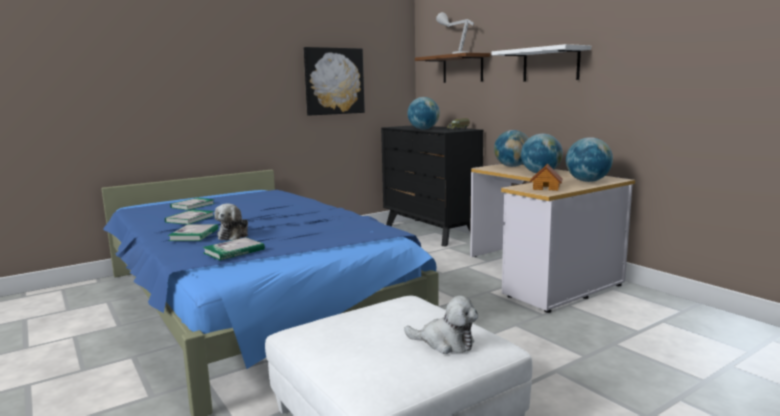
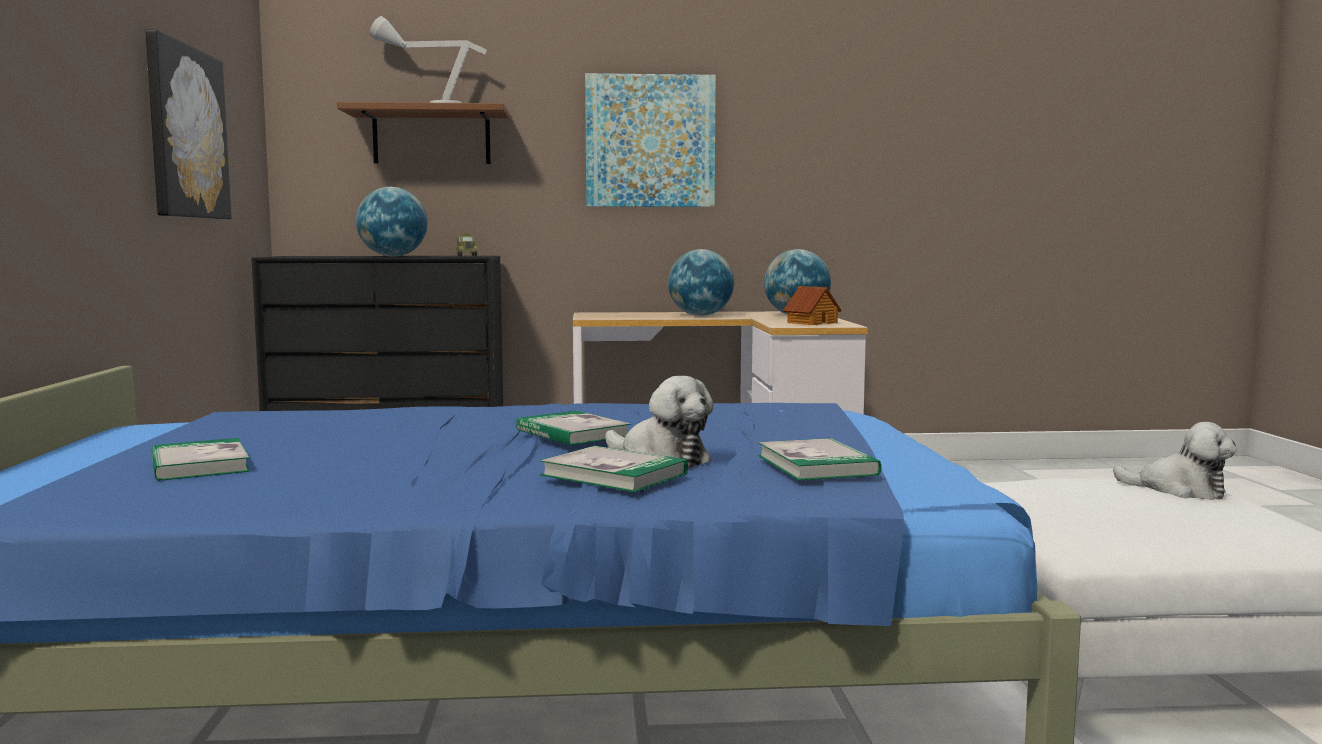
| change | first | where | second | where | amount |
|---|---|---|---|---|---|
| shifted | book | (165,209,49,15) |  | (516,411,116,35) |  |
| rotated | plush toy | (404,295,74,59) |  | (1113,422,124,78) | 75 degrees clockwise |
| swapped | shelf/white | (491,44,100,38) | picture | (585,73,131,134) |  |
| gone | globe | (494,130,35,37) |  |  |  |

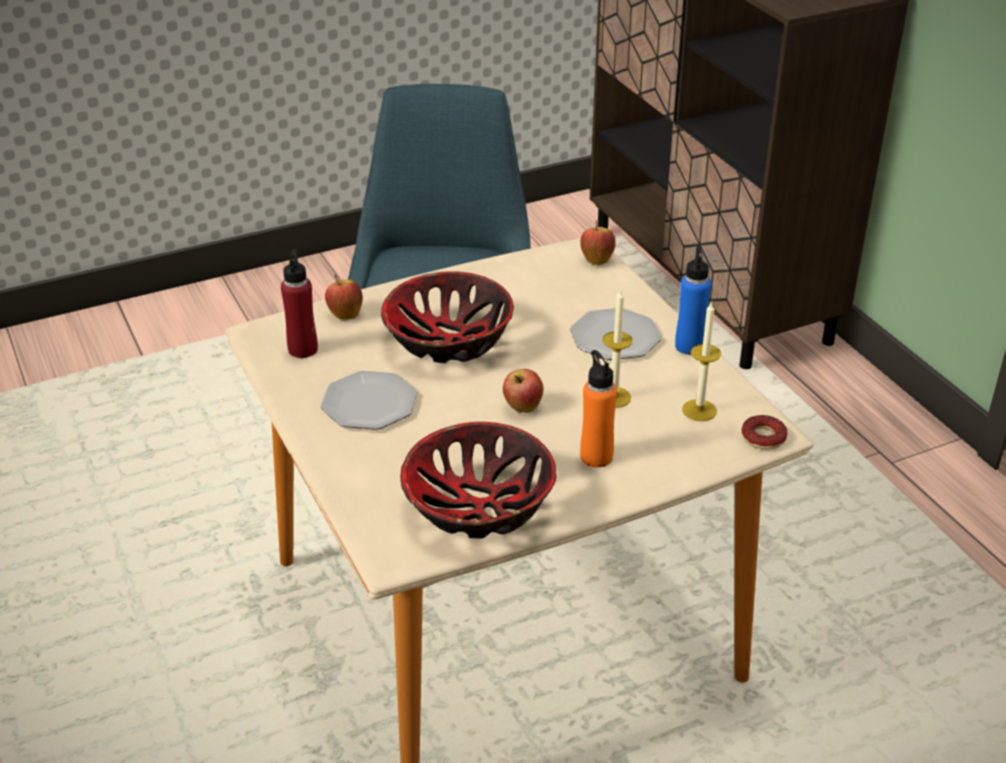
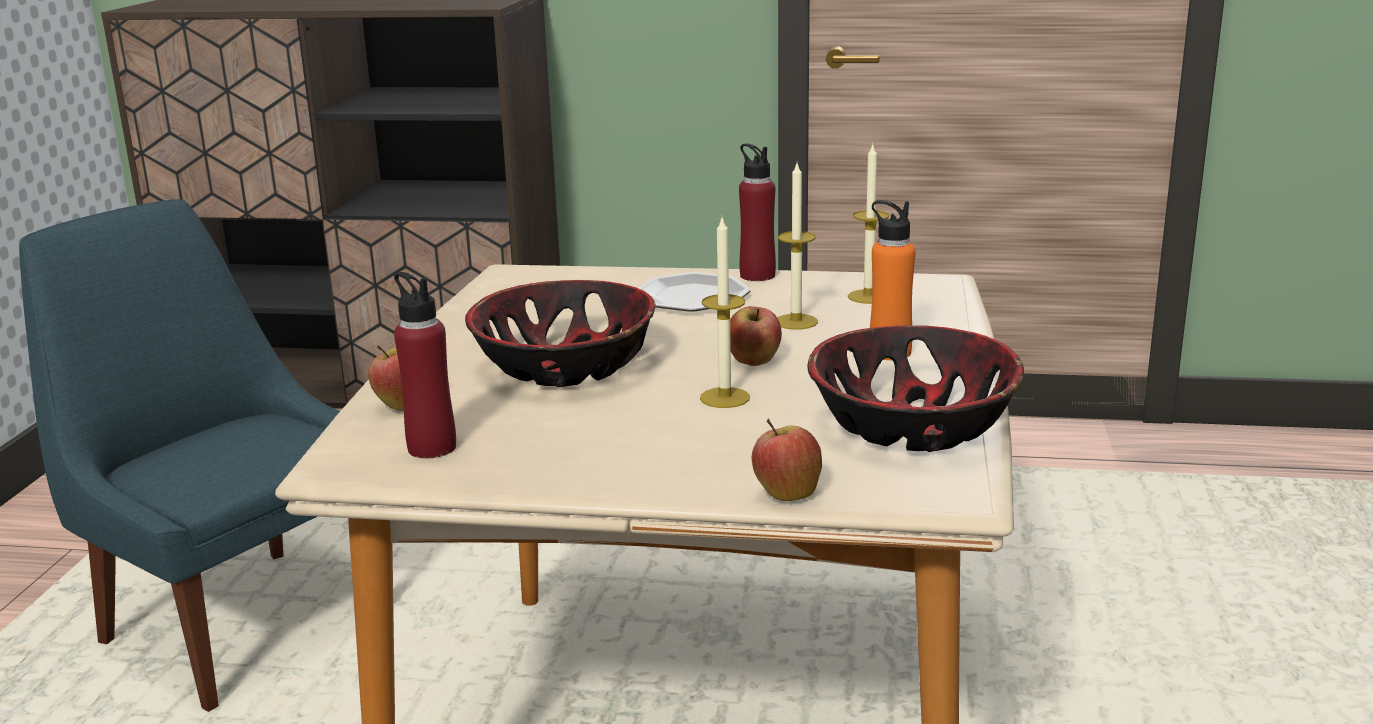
| change | first | where | second | where | amount |
|---|---|---|---|---|---|
| gone | plate | (320,371,97,59) |  |  |  |
| shifted | apple | (580,220,36,45) |  | (752,418,70,83) |  |
| repainted | bottle/blue | (675,246,37,109) | bottle/red | (739,143,37,138) |  |
| gone | donut | (742,415,45,35) |  |  |  |
| new |  |  | candle | (700,218,50,190) |  |

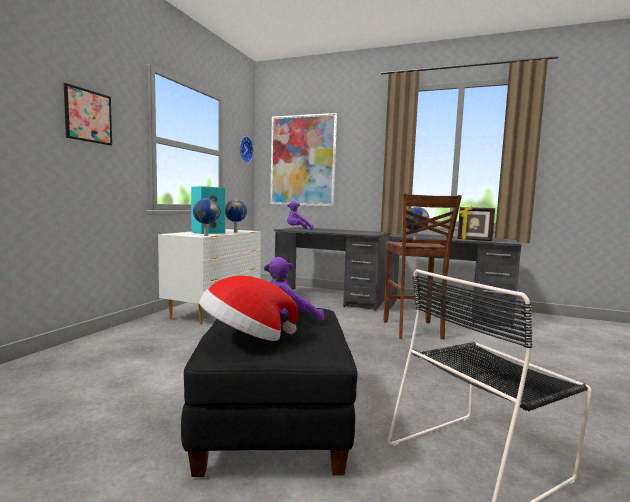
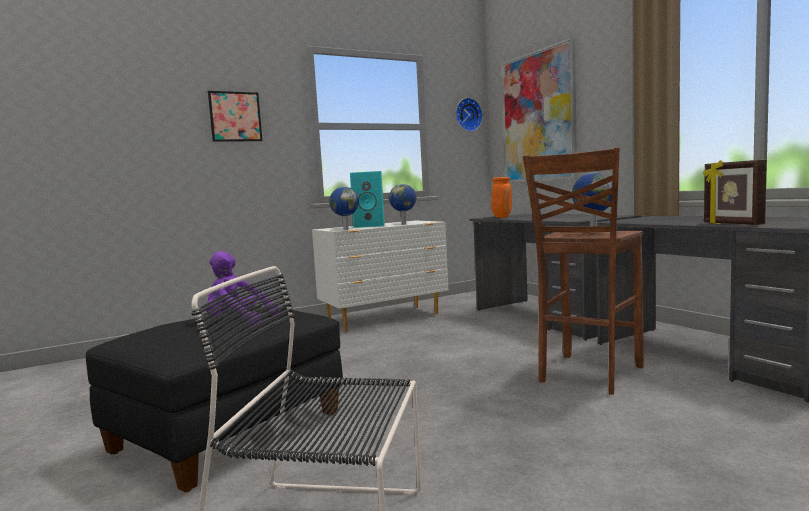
| change | first | where | second | where | amount |
|---|---|---|---|---|---|
| gone | hat | (199,276,99,65) |  |  |  |
| swapped | plush toy/purple | (287,201,27,28) | vase/orange | (491,177,21,41) |  |

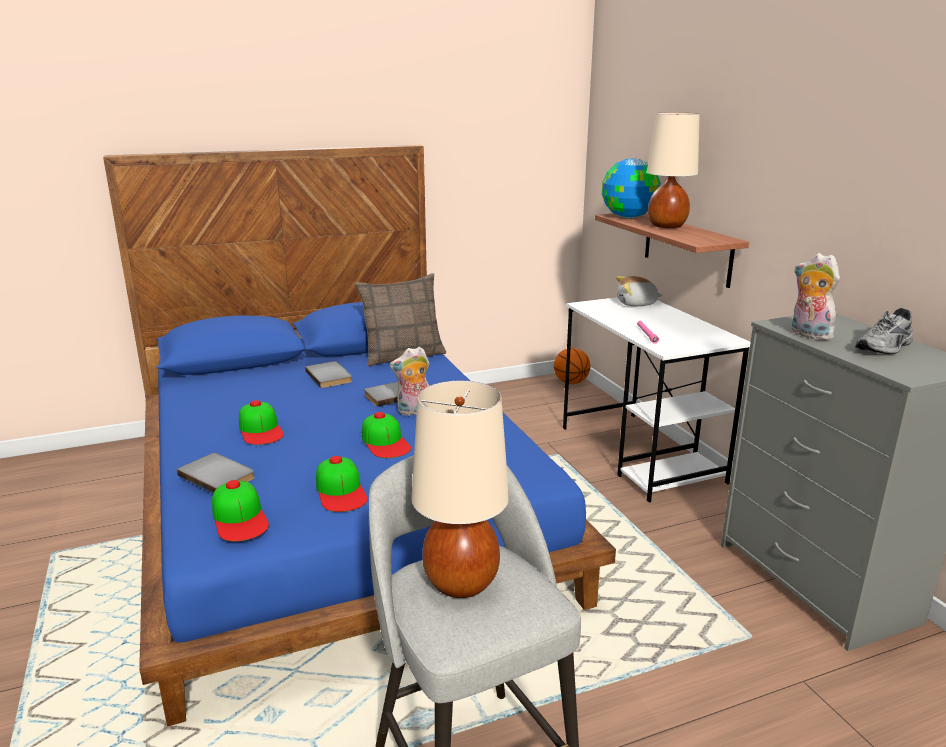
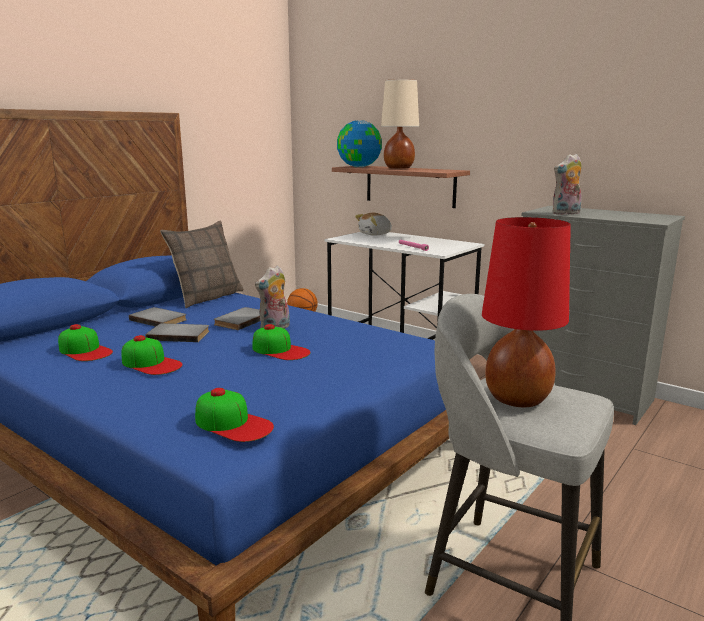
| change | first | where | second | where | amount |
|---|---|---|---|---|---|
| shifted | book/grey | (177,453,78,40) |  | (145,323,64,19) |  |
| shifted | cap | (316,456,52,56) |  | (58,324,55,37) |  |
| repainted | table lamp/beige | (412,381,97,217) | table lamp/red | (482,217,89,190) |  |
| rotated | plush toy | (792,253,48,87) |  | (552,154,30,61) | 45 degrees counterclockwise |
| gone | shoe/grey | (855,308,58,46) |  |  |  |

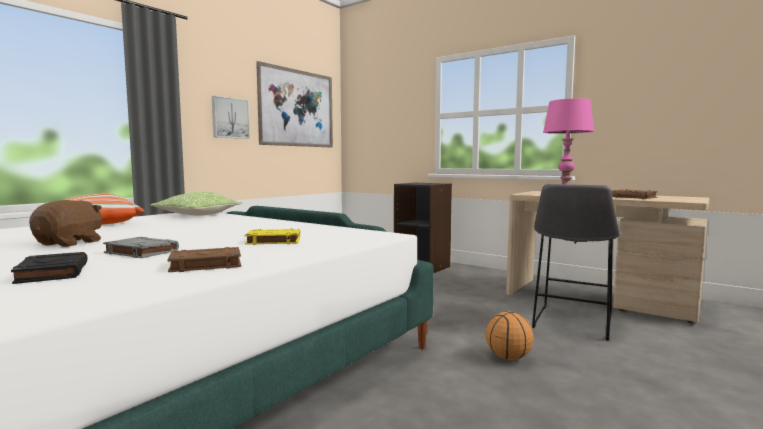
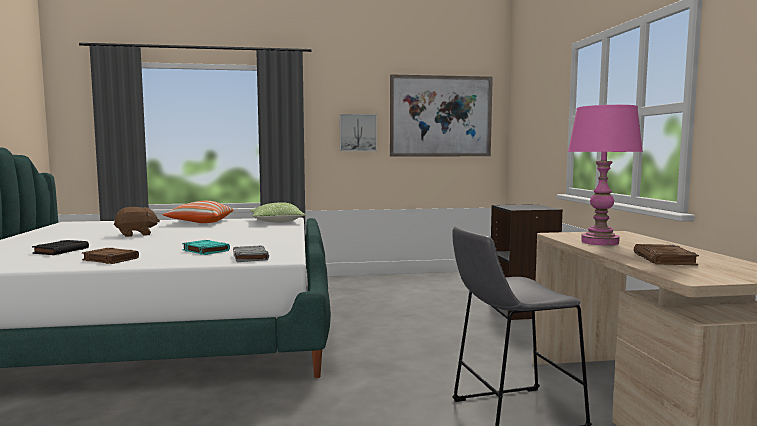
| change | first | where | second | where | amount |
|---|---|---|---|---|---|
| shifted | book/grey | (103,237,76,21) |  | (233,245,36,17) |  |
| repainted | book/yellow | (245,229,55,16) | book/turquoise | (182,240,48,15) |  |
| gone | basketball | (485,311,49,49) |  |  |  |

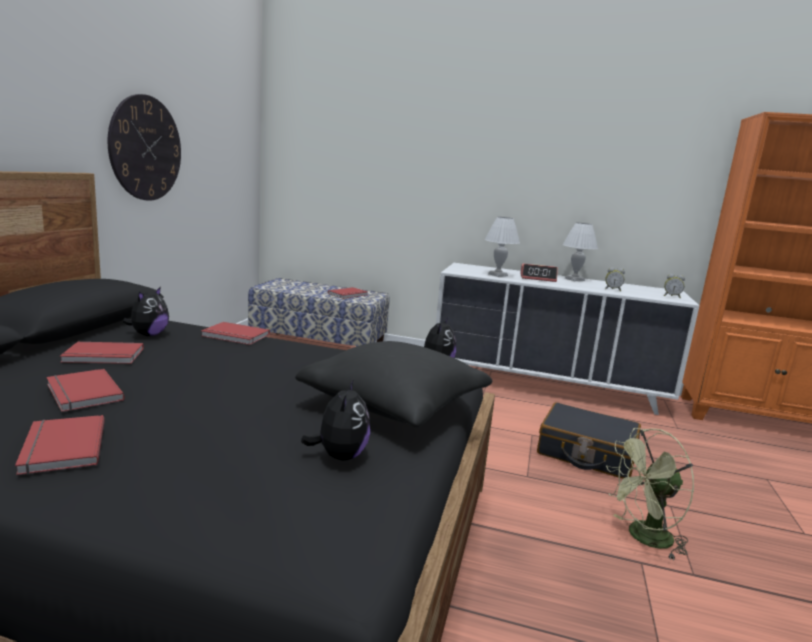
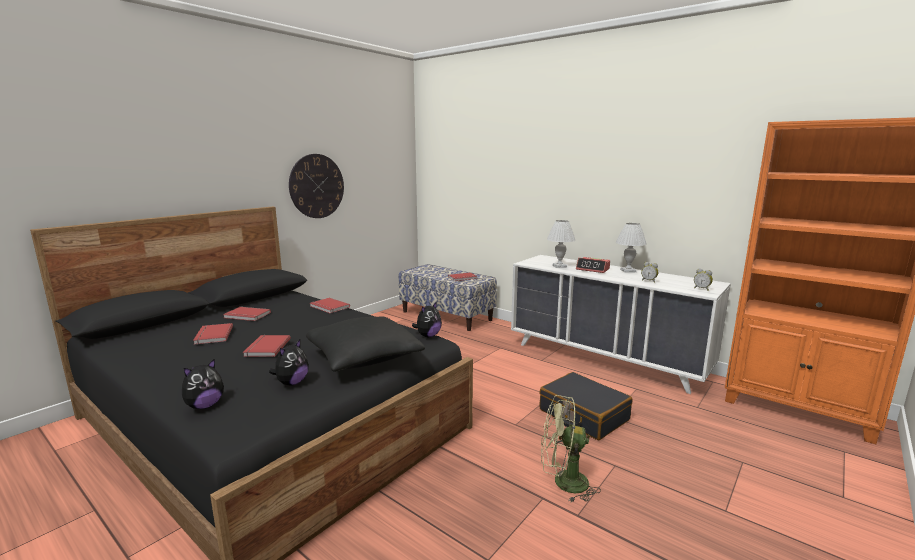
| change | first | where | second | where | amount |
|---|---|---|---|---|---|
| shifted | book/red | (15,415,90,60) |  | (243,335,48,22) |  |
| shifted | plush toy | (123,286,46,50) |  | (182,359,42,50) |  |

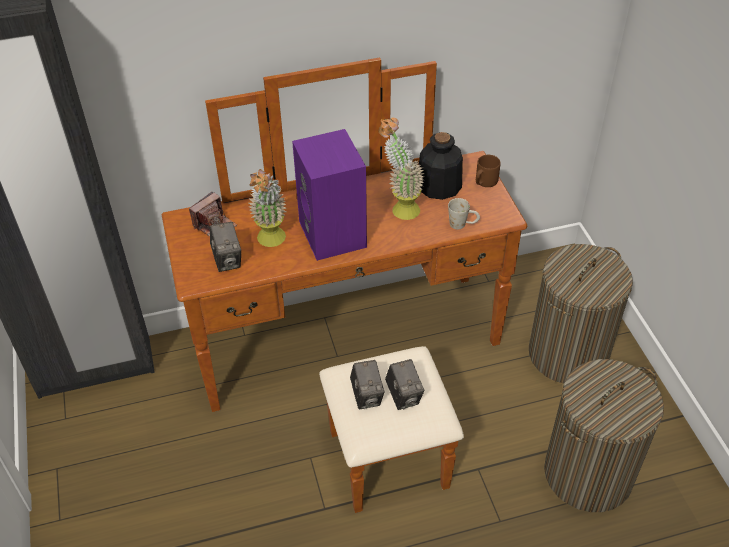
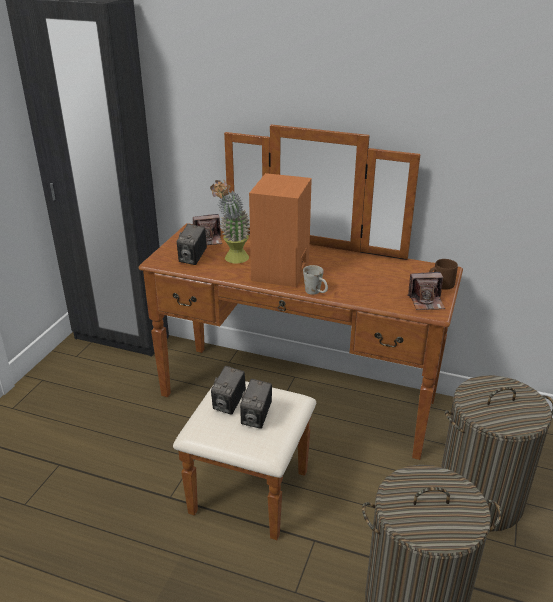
| change | first | where | second | where | amount |
|---|---|---|---|---|---|
| repainted | speaker/purple | (292,129,75,132) | speaker/orange | (249,173,63,114) |  |
| gone | potted plant | (379,117,45,103) |  |  |  |
| gone | bottle | (419,132,44,68) |  |  |  |
| shifted | mug/white | (448,198,32,31) |  | (303,265,25,30) |  |
| new |  |  | photo camera | (408,272,37,38) |  |

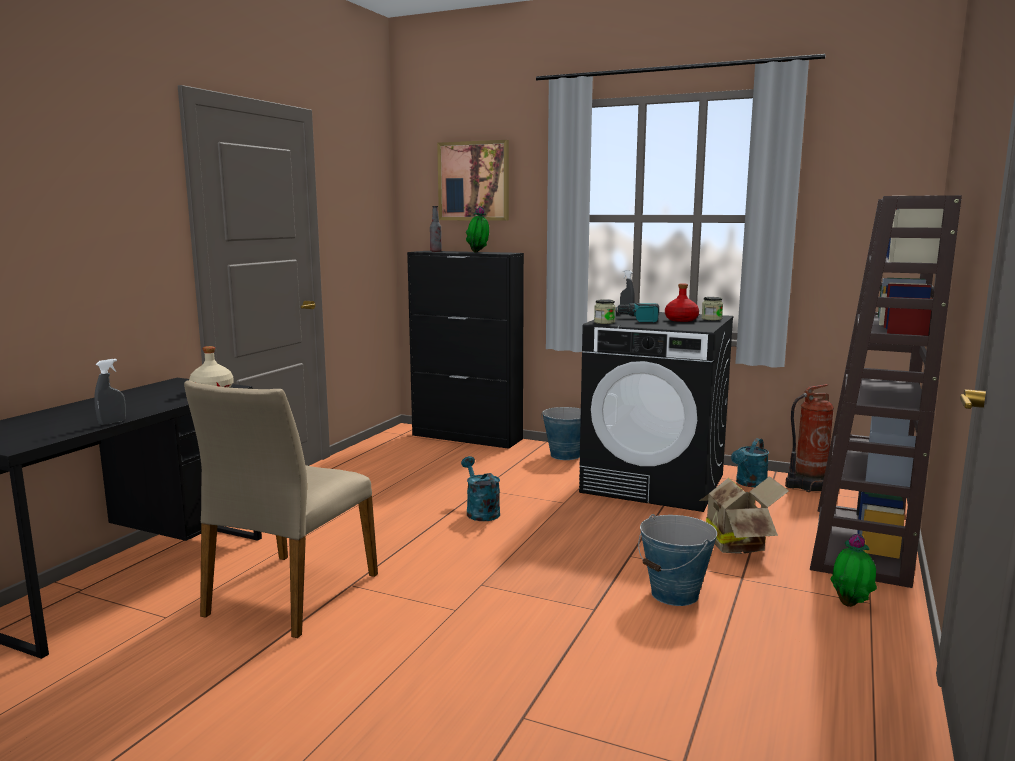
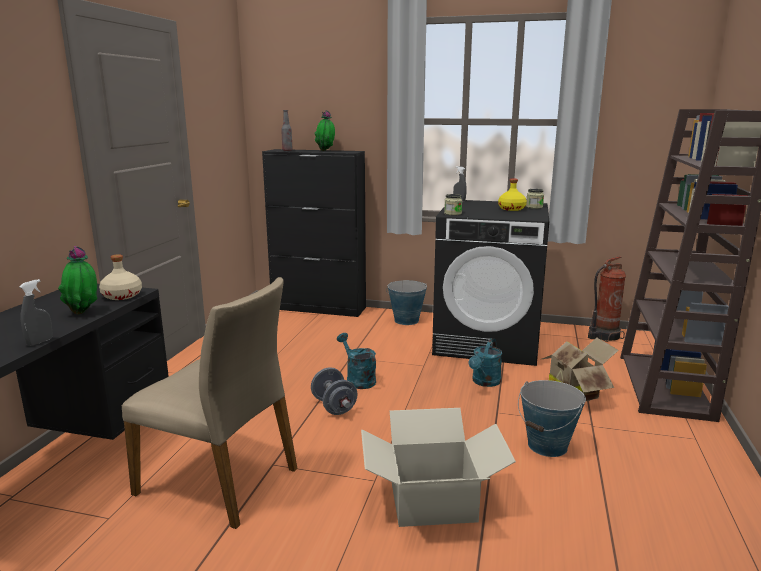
| change | first | where | second | where | amount |
|---|---|---|---|---|---|
| rotated | chair/beige | (184,380,194,258) |  | (122,277,175,252) | 75 degrees counterclockwise |
| gone | picture | (437,140,72,81) |  |  |  |
| gone | power drill | (615,303,44,19) |  |  |  |
| repainted | bottle/red | (665,283,34,39) | bottle/yellow | (498,179,29,32) |  |
| shifted | watering can/turquoise | (731,438,38,49) |  | (469,338,33,49) |  |
| shifted | potted plant | (830,534,47,73) |  | (58,246,39,68) |  |
| new |  |  | dumbbell/grey | (311,367,46,48) |  |
| new |  |  | cardboard box | (361,408,155,119) |  |

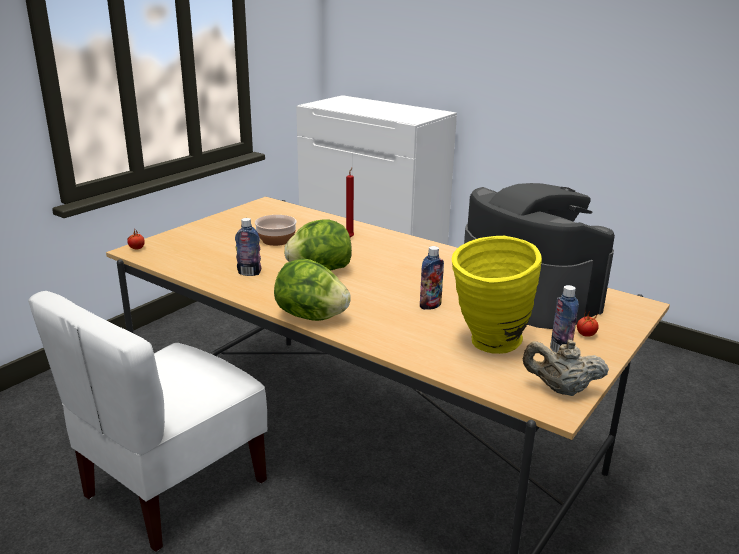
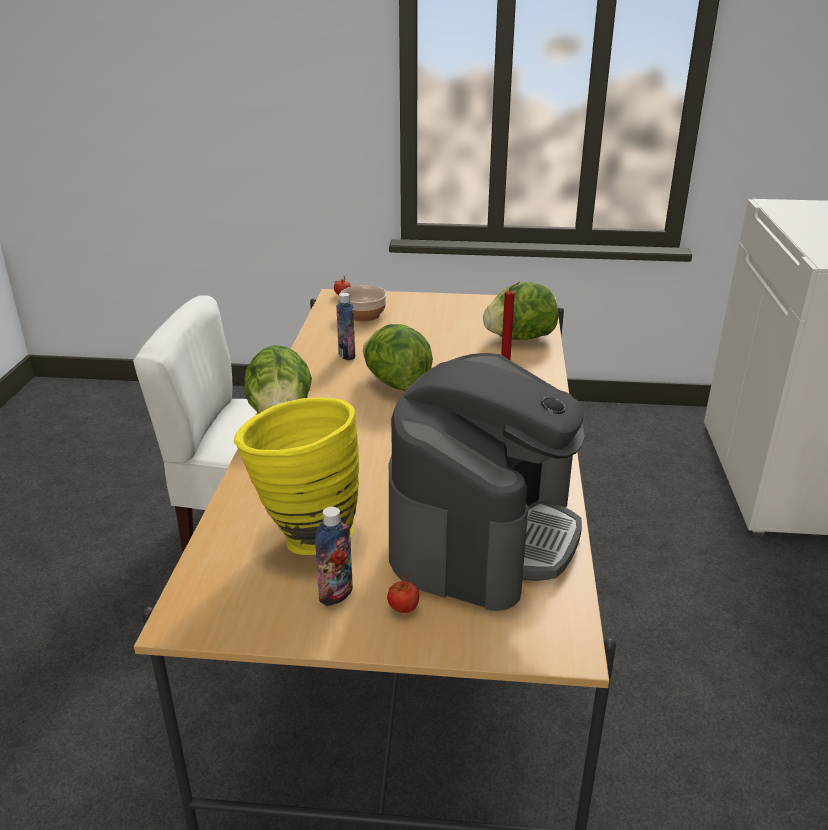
| change | first | where | second | where | amount |
|---|---|---|---|---|---|
| shifted | bowl | (255,215,41,31) |  | (340,285,47,37) |  |
| gone | bottle | (420,246,24,64) |  |  |  |
| gone | teapot/beige | (523,340,86,56) |  |  |  |
| new |  |  | lettuce | (483,282,75,58) |  |

